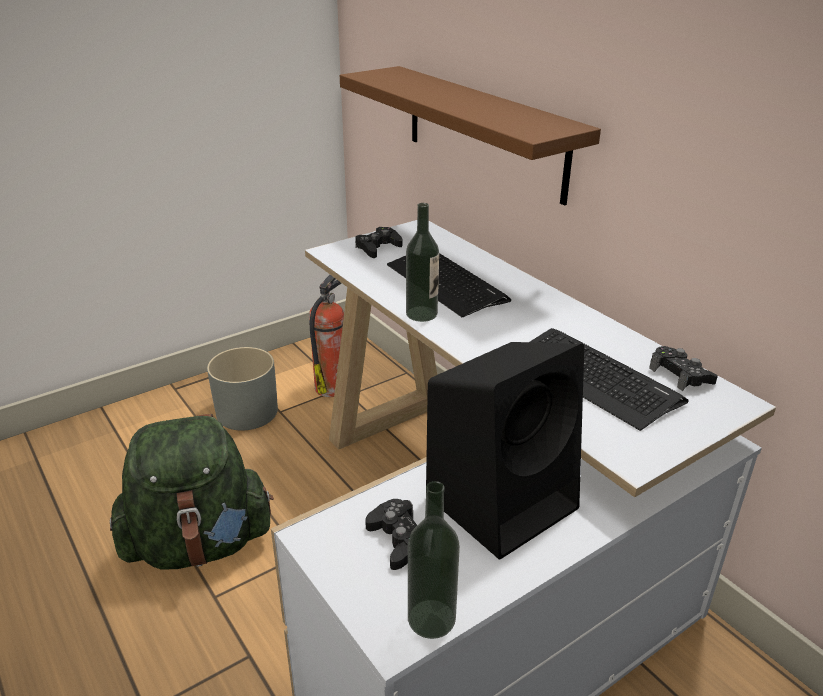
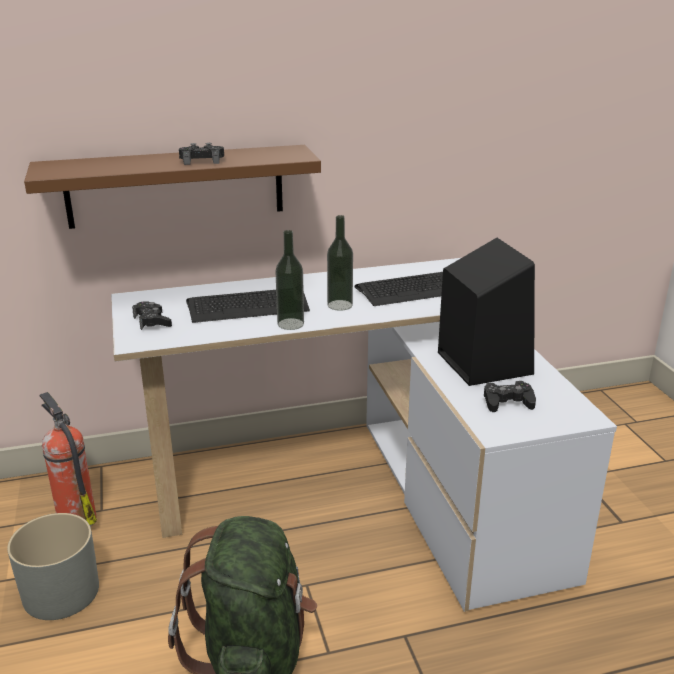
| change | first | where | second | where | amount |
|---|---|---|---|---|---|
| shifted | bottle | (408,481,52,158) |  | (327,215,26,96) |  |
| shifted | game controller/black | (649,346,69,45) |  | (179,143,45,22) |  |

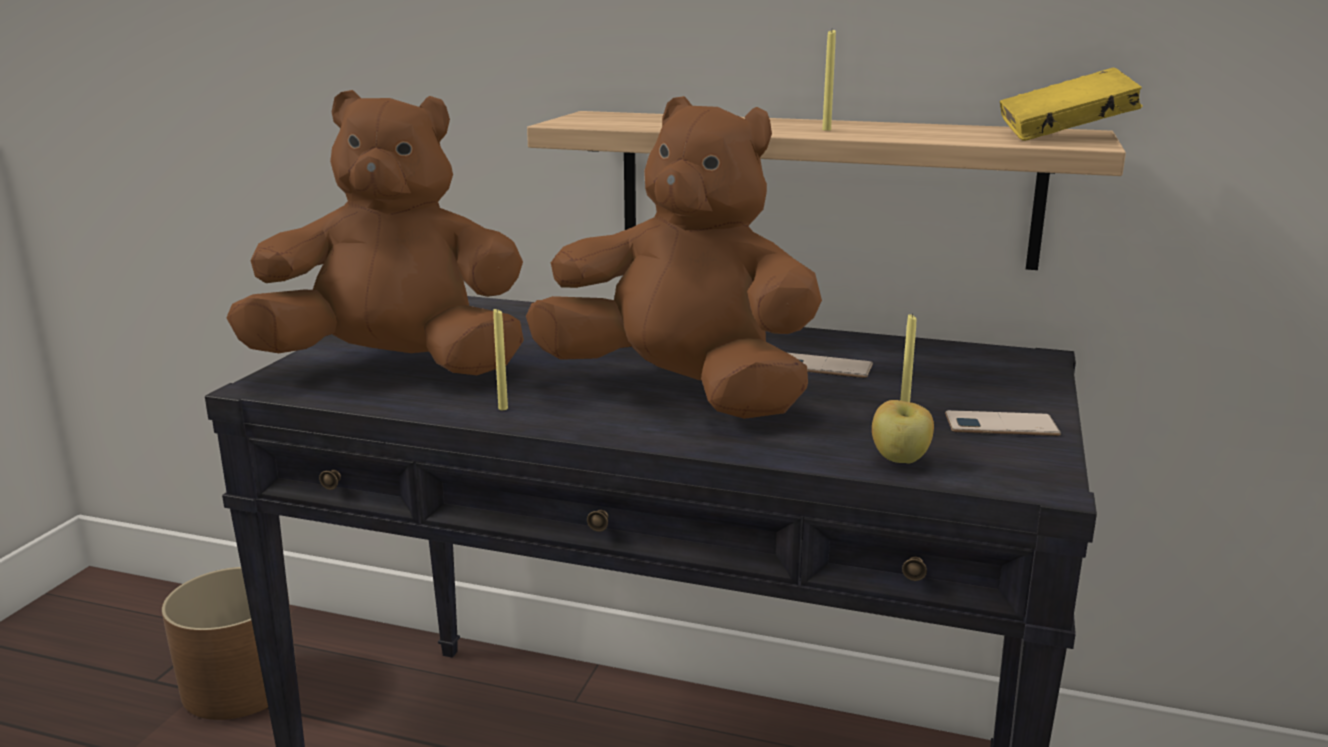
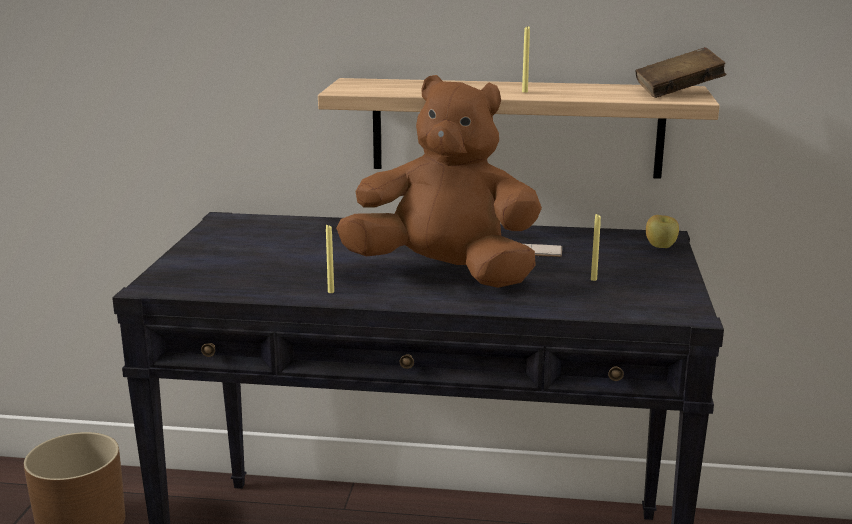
| change | first | where | second | where | amount |
|---|---|---|---|---|---|
| gone | plush toy/brown | (226,90,298,285) |  |  |  |
| shifted | apple | (872,400,62,64) |  | (646,215,33,33) |  |
| gone | phone | (945,410,116,26) |  |  |  |
| repainted | book/yellow | (1000,67,143,74) | book/brown | (635,47,91,51) |  |

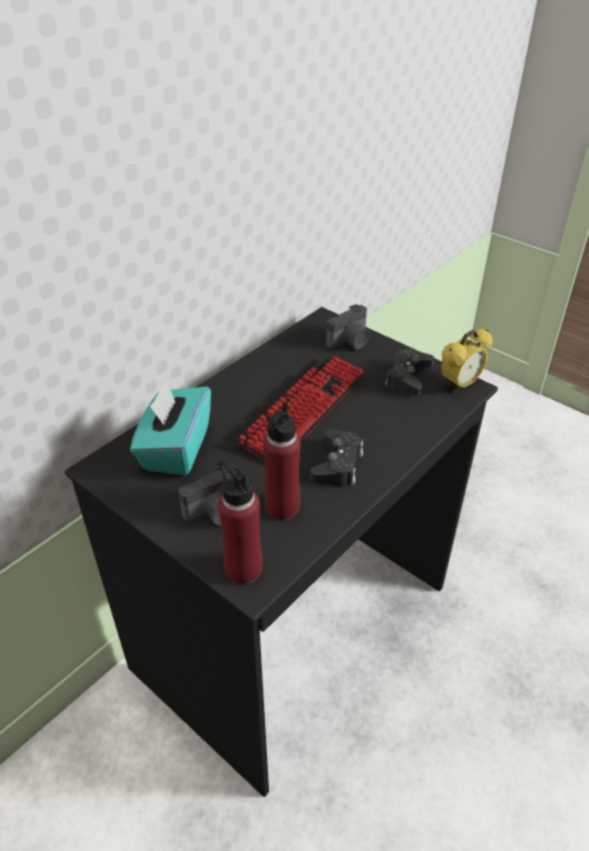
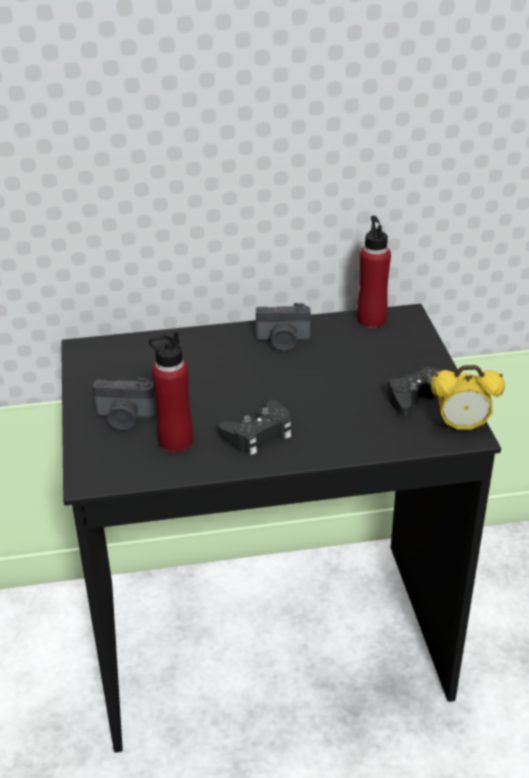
| change | first | where | second | where | amount |
|---|---|---|---|---|---|
| gone | tissue box/turquoise | (130,381,81,95) |  |  |  |
| shifted | bottle/red | (218,461,45,123) |  | (357,216,34,112) |  |
| gone | keyboard | (235,355,131,105) |  |  |  |
| shifted | photo camera | (326,304,44,45) |  | (256,303,54,48) |  |

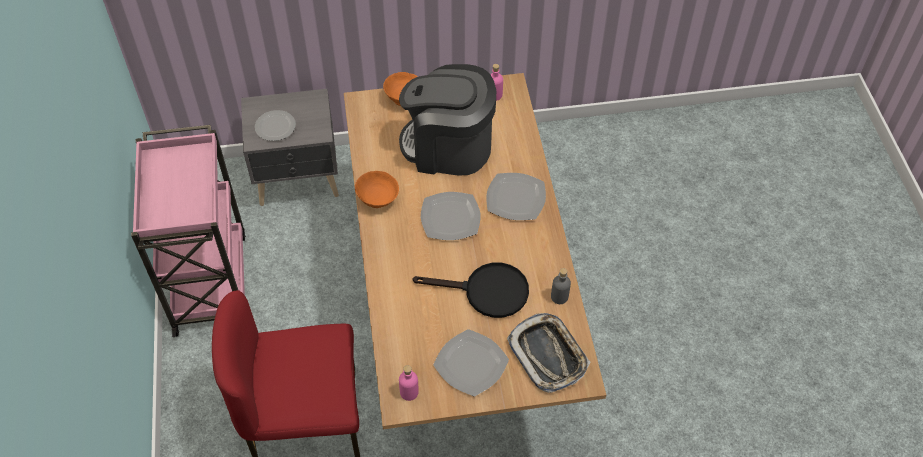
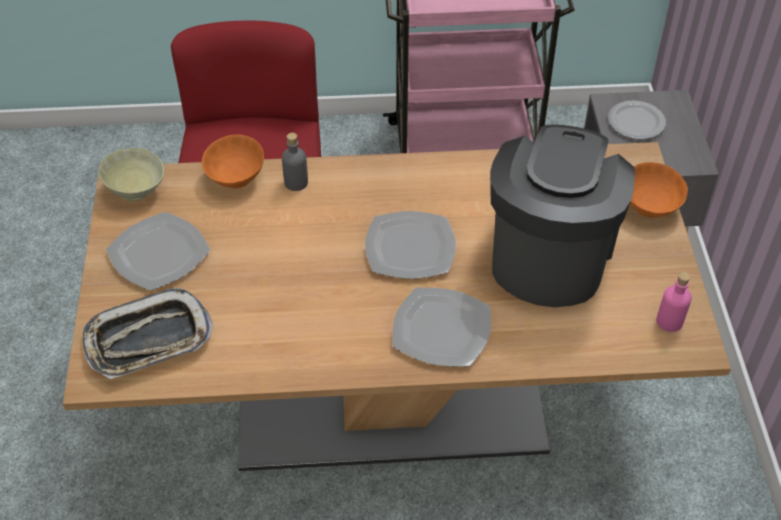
| change | first | where | second | where | amount |
|---|---|---|---|---|---|
| shifted | bowl/orange | (355,171,44,37) |  | (202,134,62,54) |  |
| swapped | bottle/pink | (399,365,20,36) | bowl/beige | (98,148,66,53) |  |
| gone | frying pan/black | (412,262,117,56) |  |  |  |
| shifted | bottle/grey | (551,268,20,36) |  | (282,133,26,58) |  |

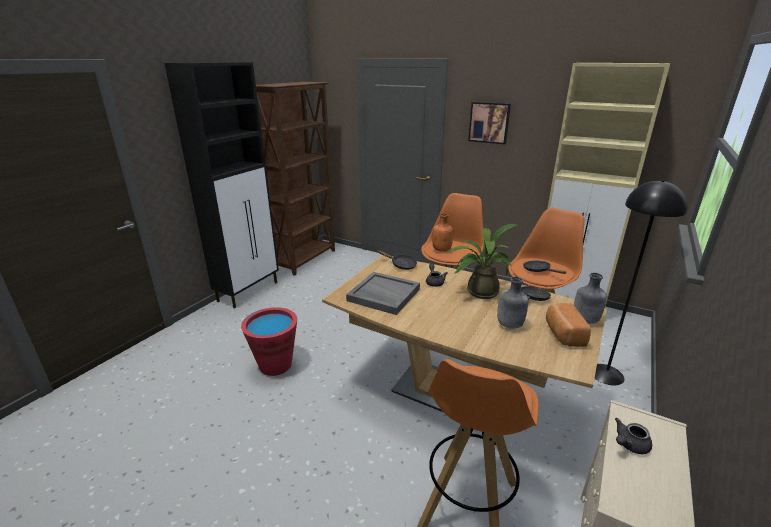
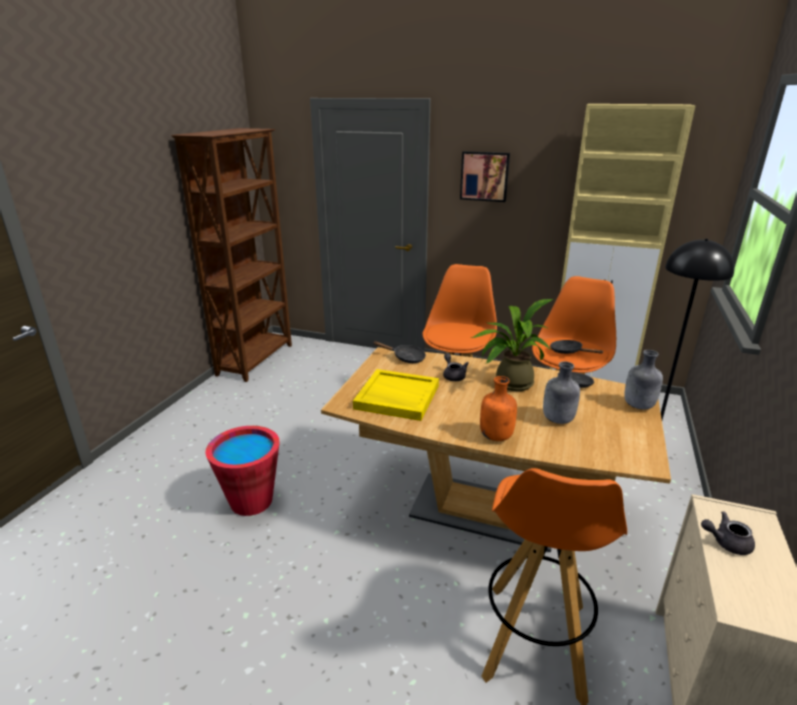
| change | first | where | second | where | amount |
|---|---|---|---|---|---|
| gone | cabinet/black | (164,62,115,246) |  |  |  |
| repainted | tray/grey | (346,272,74,43) | tray/yellow | (353,369,86,52) |  |
| shifted | bottle/orange | (432,213,21,39) |  | (480,376,37,65) |  |
| gone | bread | (546,303,45,44) |  |  |  |
| rotated | teapot/grey | (615,418,37,36) |  | (701,511,54,44) | 45 degrees clockwise |

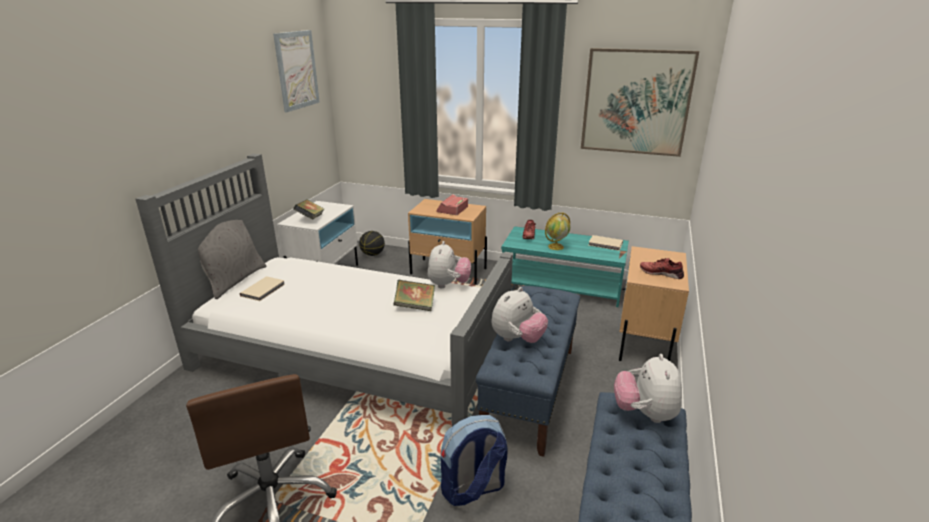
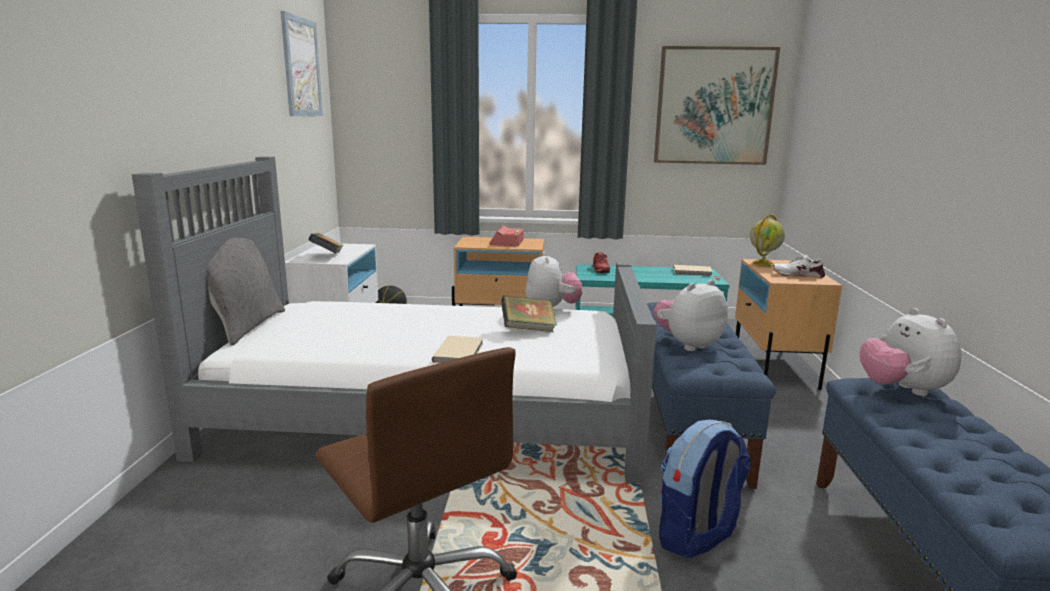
| change | first | where | second | where | amount |
|---|---|---|---|---|---|
| shifted | book/beige | (240,276,45,25) |  | (432,336,51,27) |  |
| rotated | plush toy | (492,287,56,56) |  | (653,280,75,71) | 150 degrees counterclockwise |
| shifted | globe | (545,212,25,38) |  | (750,214,35,52) |  |
| repainted | shoe/red | (640,258,44,21) | shoe/white | (772,255,53,23) |  |

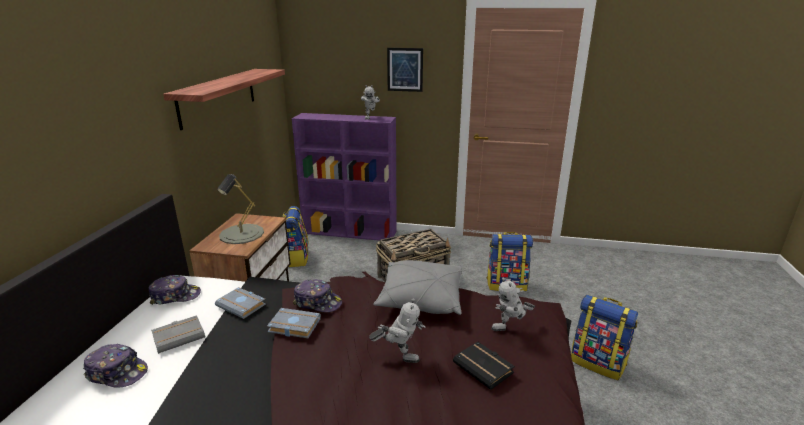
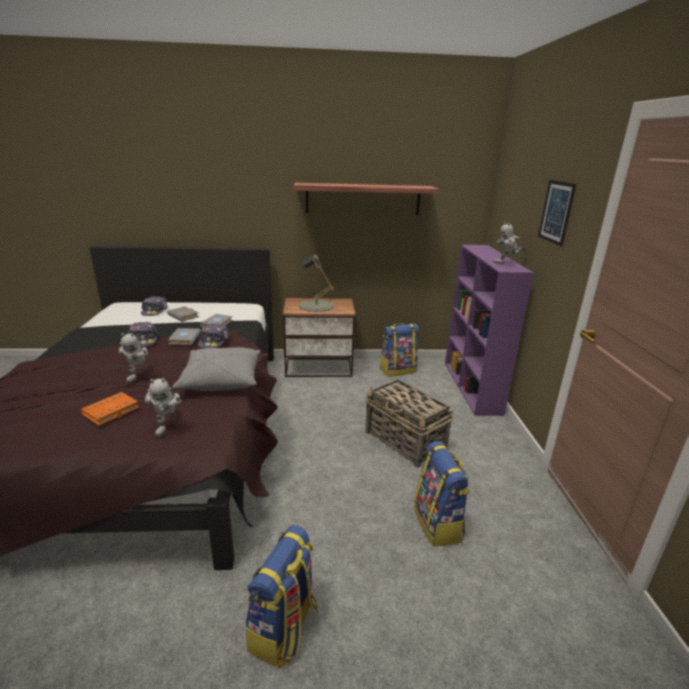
| change | first | where | second | where | amount |
|---|---|---|---|---|---|
| shifted | cap | (149,275,52,30) |  | (128,322,30,25) |  |
| repainted | book/black | (453,342,62,48) | book/orange | (81,392,58,34) |  |
| rotated | toy robot | (491,278,44,53) |  | (145,378,37,59) | 150 degrees counterclockwise |

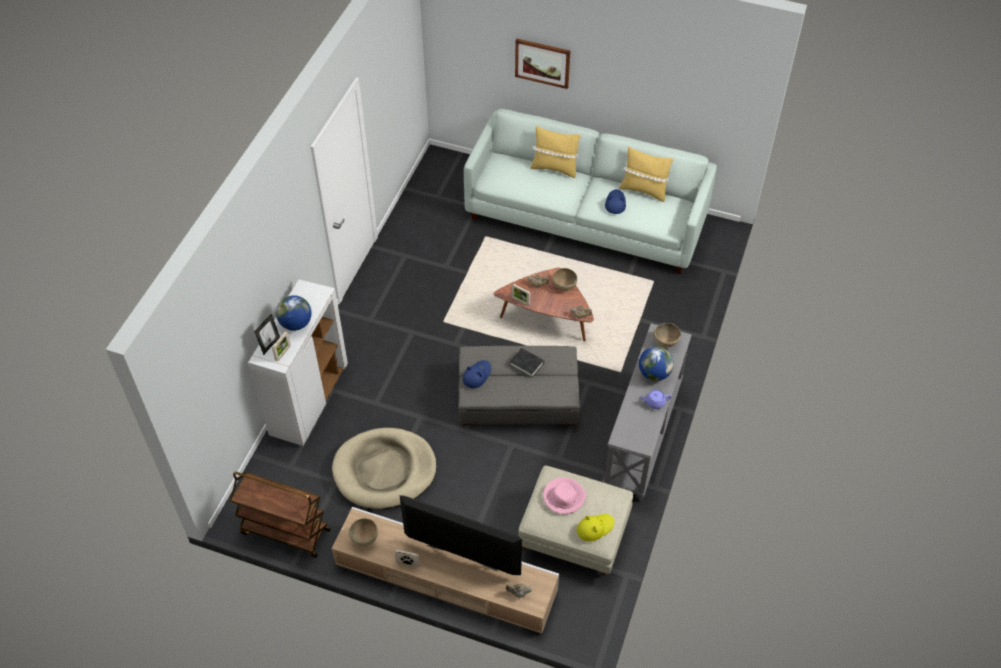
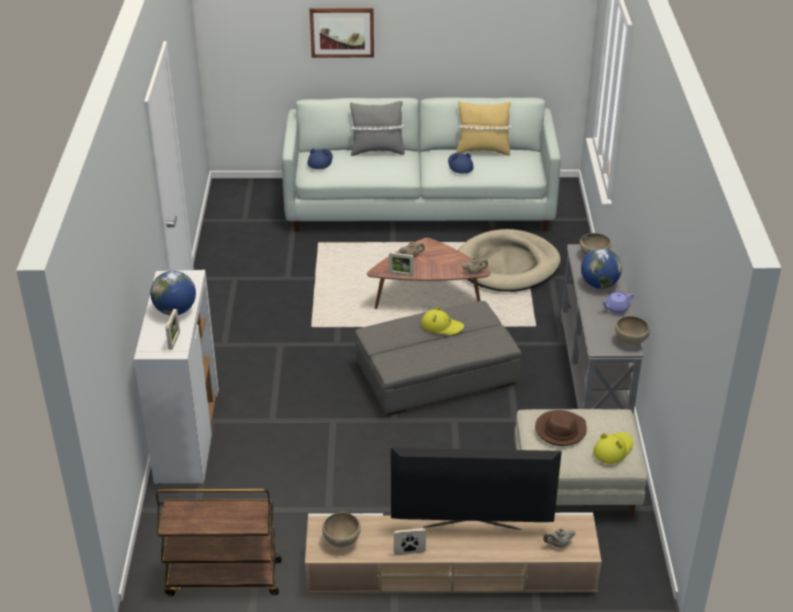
| change | first | where | second | where | amount |
|---|---|---|---|---|---|
| gone | picture frame | (254,314,26,41) |  |  |  |
| shifted | dog bed/beige | (332,428,105,81) |  | (458,229,103,63) |  |
| shifted | hat/blue | (463,360,28,28) |  | (308,148,25,21) |  |
| swapped | book/black | (510,348,34,30) | hat/yellow | (421,306,43,29) |  |
| repainted | pillow/yellow | (530,126,51,52) | pillow/grey | (350,101,55,55) |  |
| repainted | hat/pink | (543,477,44,37) | hat/brown | (535,410,52,36) |  |
| shifted | bowl/brown | (552,268,25,23) |  | (615,316,35,29) |  |

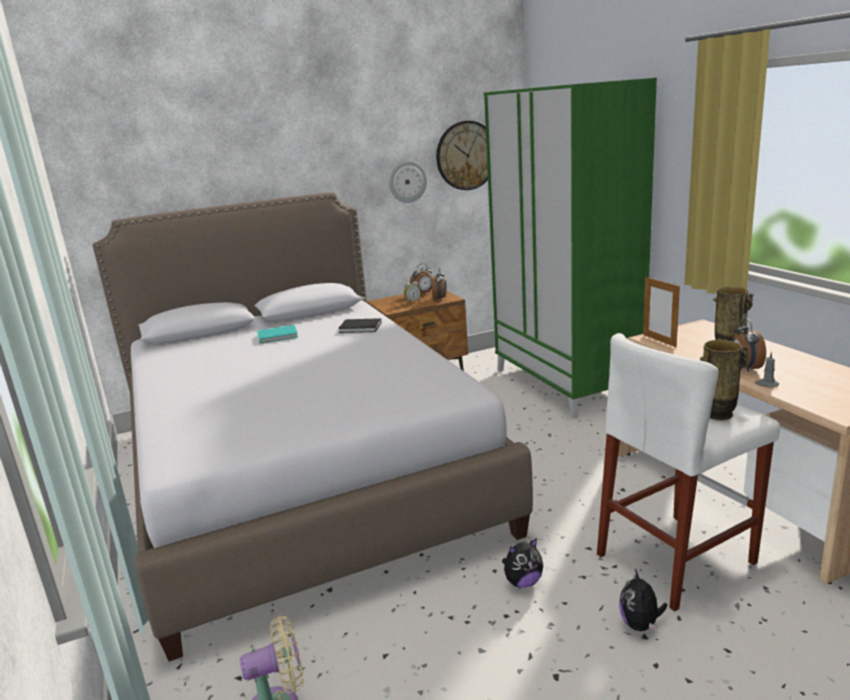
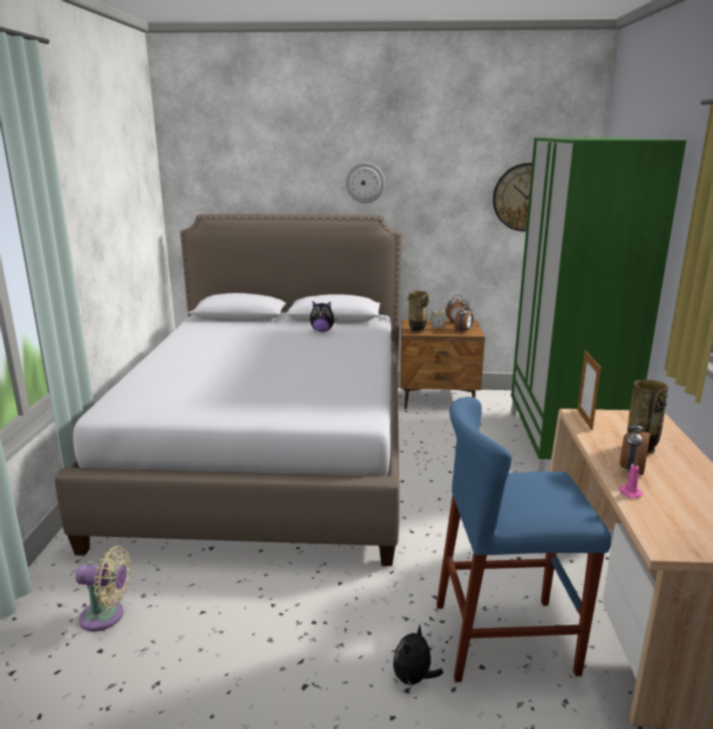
| change | first | where | second | where | amount |
|---|---|---|---|---|---|
| gone | book/turquoise | (257,325,41,19) |  |  |  |
| gone | book/black | (338,318,44,15) |  |  |  |
| shifted | wall clock | (389,161,38,42) |  | (345,162,40,41) |  |
| shifted | plush toy | (502,538,41,50) |  | (310,301,27,31) |  |
| repainted | stool/white | (597,333,183,279) | stool/blue | (436,397,175,285) |  |
| shifted | vase | (700,340,49,81) |  | (408,291,21,42) |  |
| repainted | candle/grey | (755,352,24,36) | candle/pink | (619,459,24,39) |  |

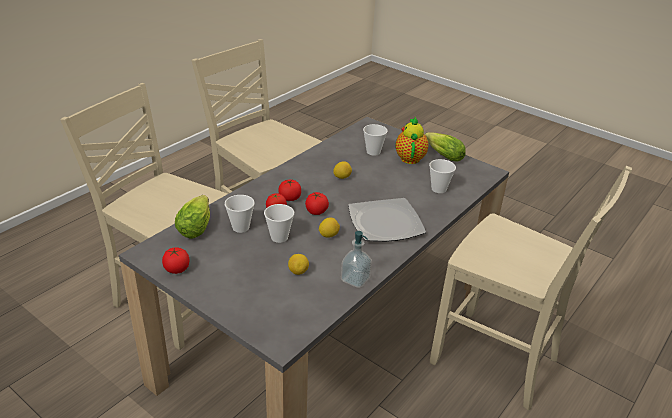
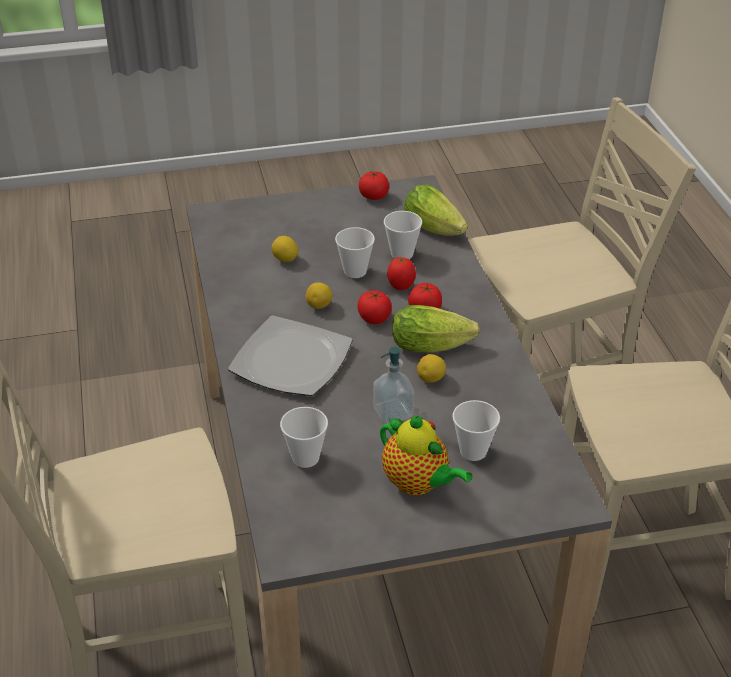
| change | first | where | second | where | amount |
|---|---|---|---|---|---|
| shifted | soap dispenser | (341,231,31,57) |  | (373,347,41,77) |  |
| shifted | lettuce | (425,132,41,30) |  | (392,305,88,48) |  |

